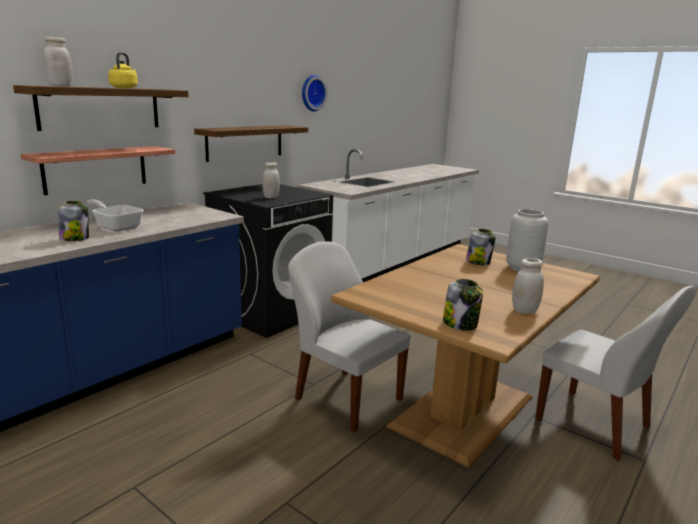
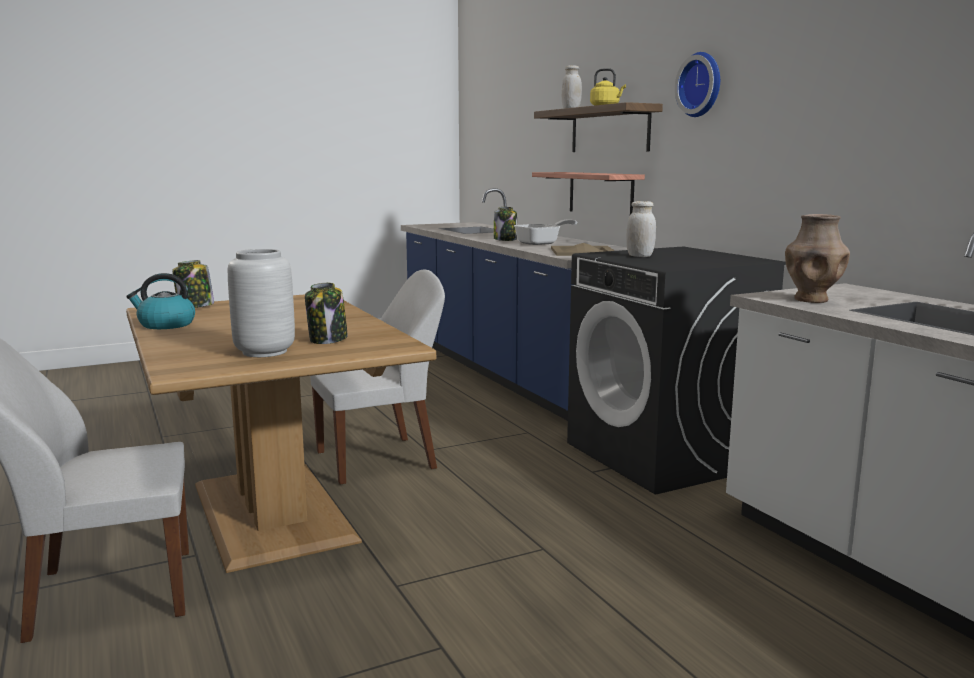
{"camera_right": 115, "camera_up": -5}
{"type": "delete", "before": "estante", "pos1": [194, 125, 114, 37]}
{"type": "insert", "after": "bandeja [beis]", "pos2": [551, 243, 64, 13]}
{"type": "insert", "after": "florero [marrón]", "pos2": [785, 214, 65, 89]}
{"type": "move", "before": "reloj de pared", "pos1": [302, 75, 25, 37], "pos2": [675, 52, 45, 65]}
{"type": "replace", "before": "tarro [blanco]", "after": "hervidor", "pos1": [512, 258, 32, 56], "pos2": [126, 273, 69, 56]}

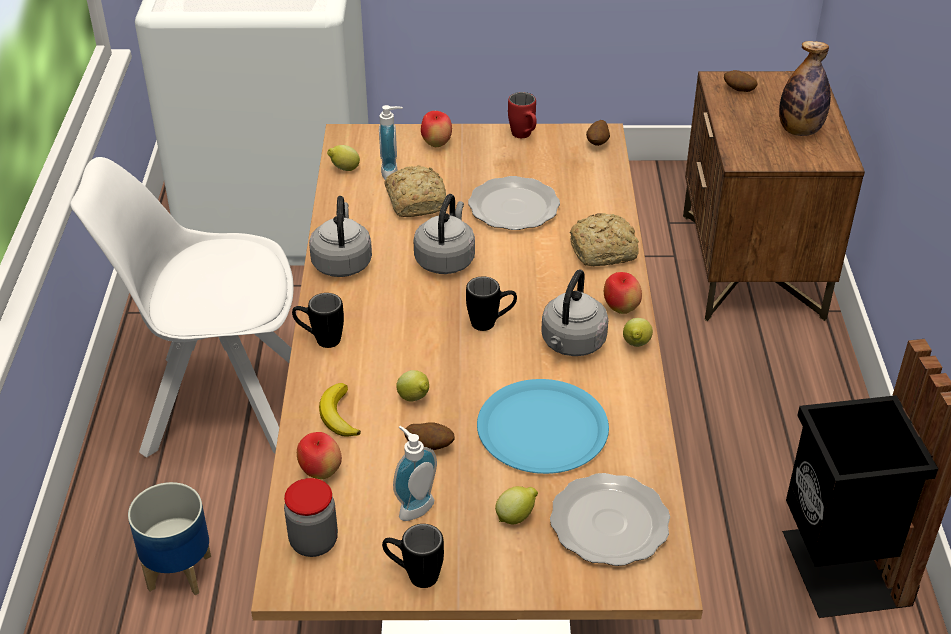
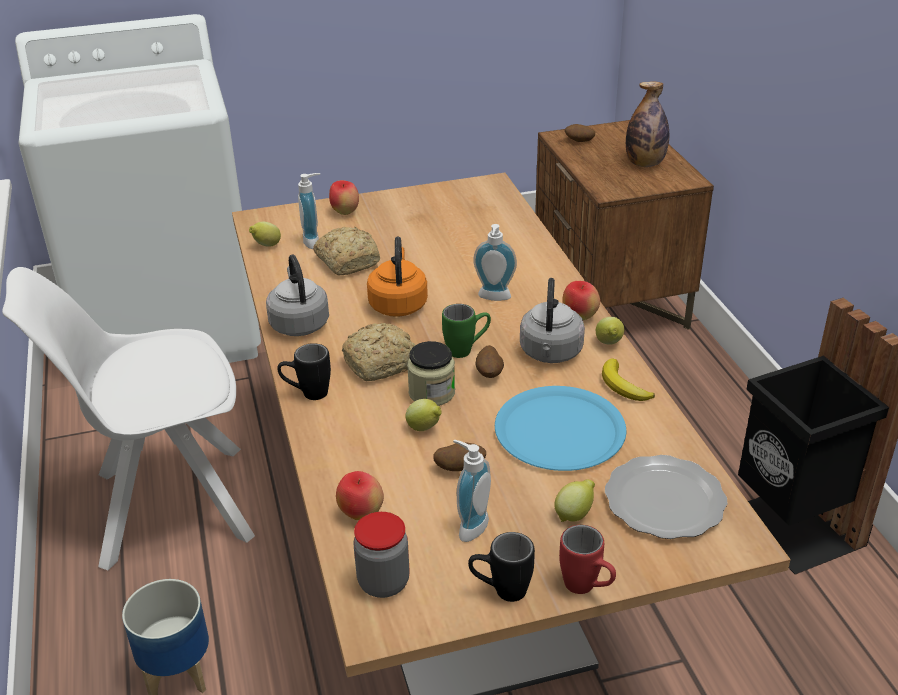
{"camera_right": -15, "camera_up": -5}
{"type": "delete", "before": "plato", "pos1": [468, 176, 92, 54]}
{"type": "insert", "after": "tarro", "pos2": [407, 341, 48, 65]}
{"type": "insert", "after": "dispensador de jabón", "pos2": [473, 224, 44, 77]}
{"type": "move", "before": "plátano", "pos1": [319, 383, 42, 54], "pos2": [602, 358, 53, 43]}
{"type": "move", "before": "taza grande [rojo]", "pos1": [508, 92, 29, 46], "pos2": [559, 525, 57, 69]}
{"type": "move", "before": "pan", "pos1": [570, 213, 69, 53], "pos2": [342, 323, 73, 58]}
{"type": "move", "before": "patata", "pos1": [586, 120, 24, 26], "pos2": [475, 345, 29, 33]}
{"type": "recolor", "before": "hervidor [gris]", "after": "hervidor [naranja]", "pos1": [413, 194, 62, 80], "pos2": [367, 237, 61, 80]}
{"type": "recolor", "before": "taza grande [negro]", "after": "taza grande [verde]", "pos1": [466, 276, 51, 55], "pos2": [442, 304, 49, 54]}

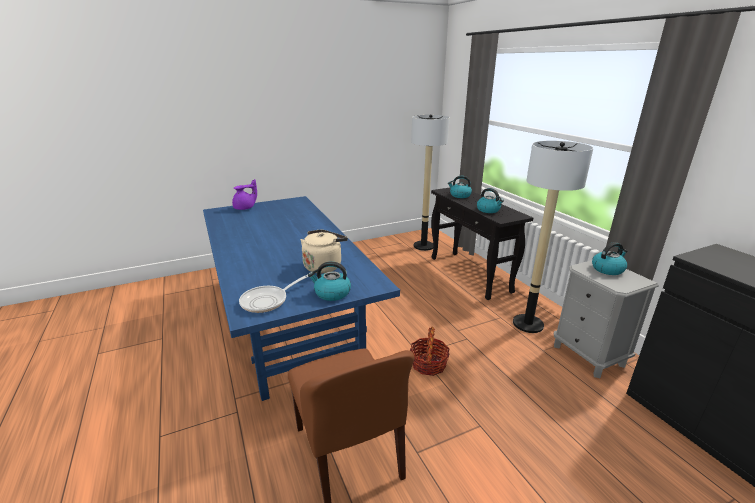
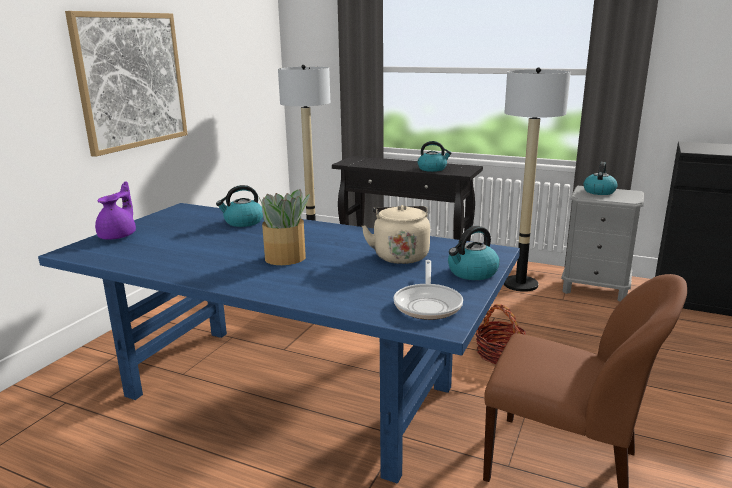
{"camera_right": -40, "camera_up": -5}
{"type": "insert", "after": "cuadro", "pos2": [65, 11, 123, 146]}
{"type": "insert", "after": "planta en maceta", "pos2": [259, 189, 51, 76]}
{"type": "move", "before": "hervidor", "pos1": [448, 176, 24, 22], "pos2": [216, 185, 47, 42]}

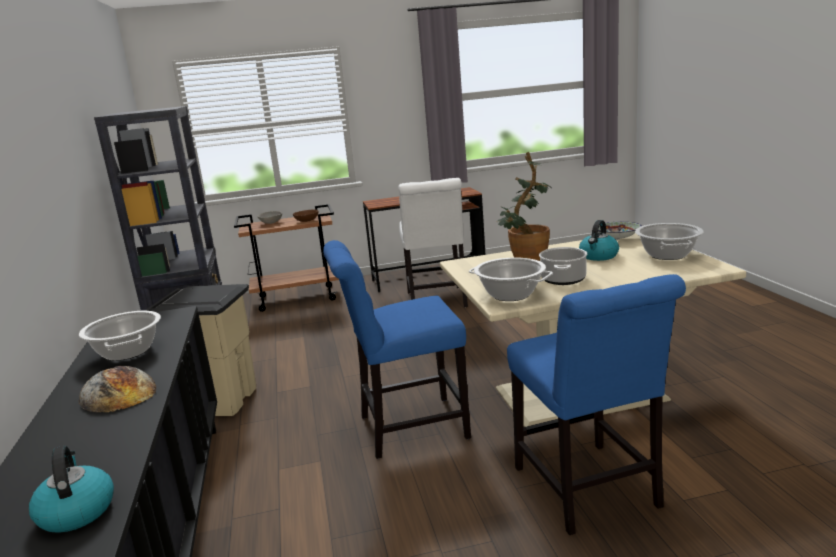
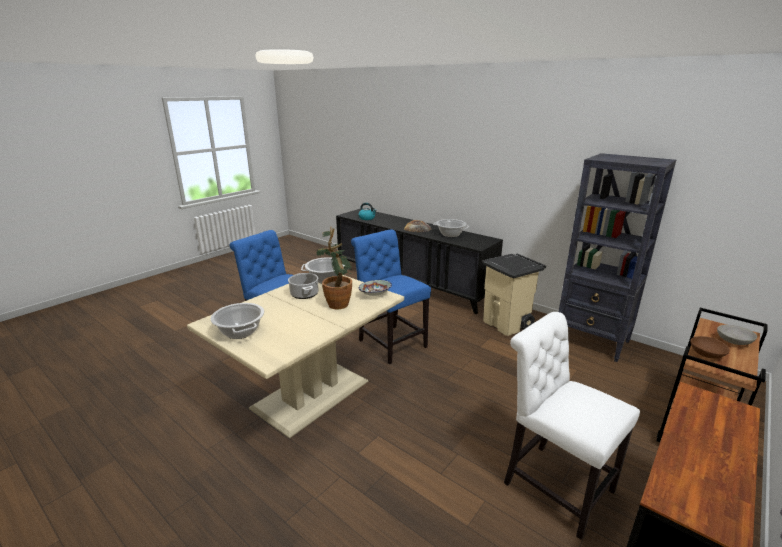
{"camera_right": 140, "camera_up": 5}
{"type": "delete", "before": "hervidor", "pos1": [579, 220, 40, 41]}
{"type": "move", "before": "cuenco", "pos1": [598, 222, 44, 18], "pos2": [359, 280, 33, 16]}
{"type": "rotate", "before": "silla [azul]", "pos1": [323, 240, 148, 219], "pos2": [351, 229, 80, 135], "turn": -75}

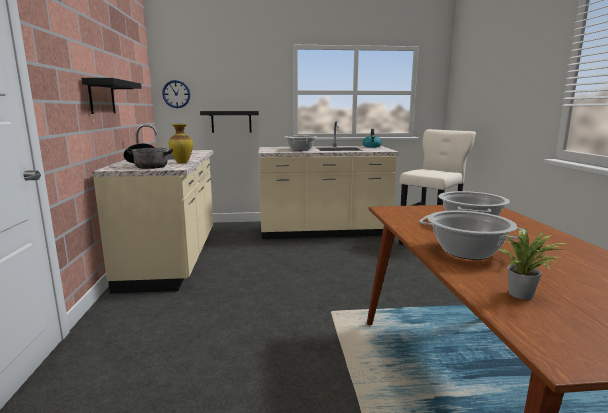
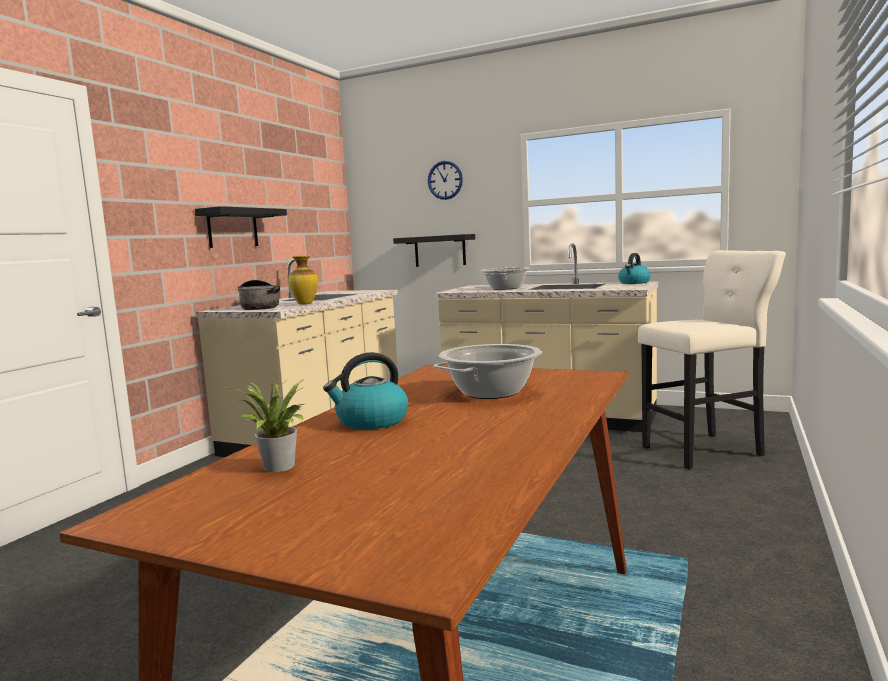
{"camera_right": 30, "camera_up": -5}
{"type": "move", "before": "reloj de pared", "pos1": [162, 80, 28, 28], "pos2": [428, 161, 35, 39]}
{"type": "replace", "before": "olla", "after": "hervidor", "pos1": [419, 211, 107, 49], "pos2": [323, 352, 85, 77]}

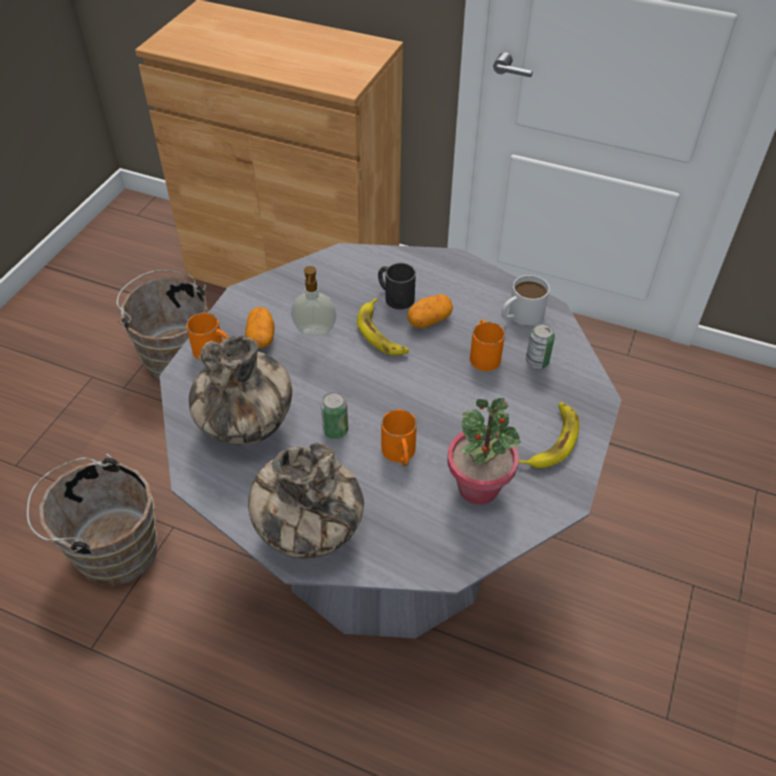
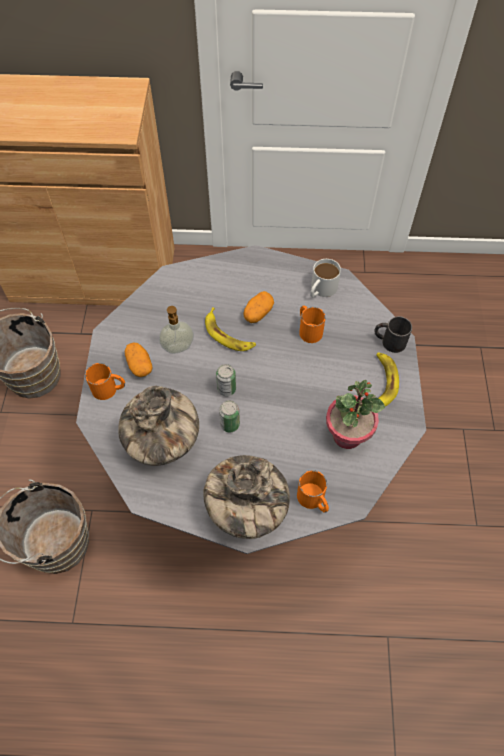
{"camera_right": -20, "camera_up": 10}
{"type": "move", "before": "taza grande [negro]", "pos1": [378, 263, 38, 47], "pos2": [374, 316, 38, 37]}
{"type": "move", "before": "taza grande [naranja]", "pos1": [381, 409, 36, 58], "pos2": [297, 470, 32, 43]}
{"type": "move", "before": "lata", "pos1": [526, 323, 29, 46], "pos2": [216, 364, 20, 32]}

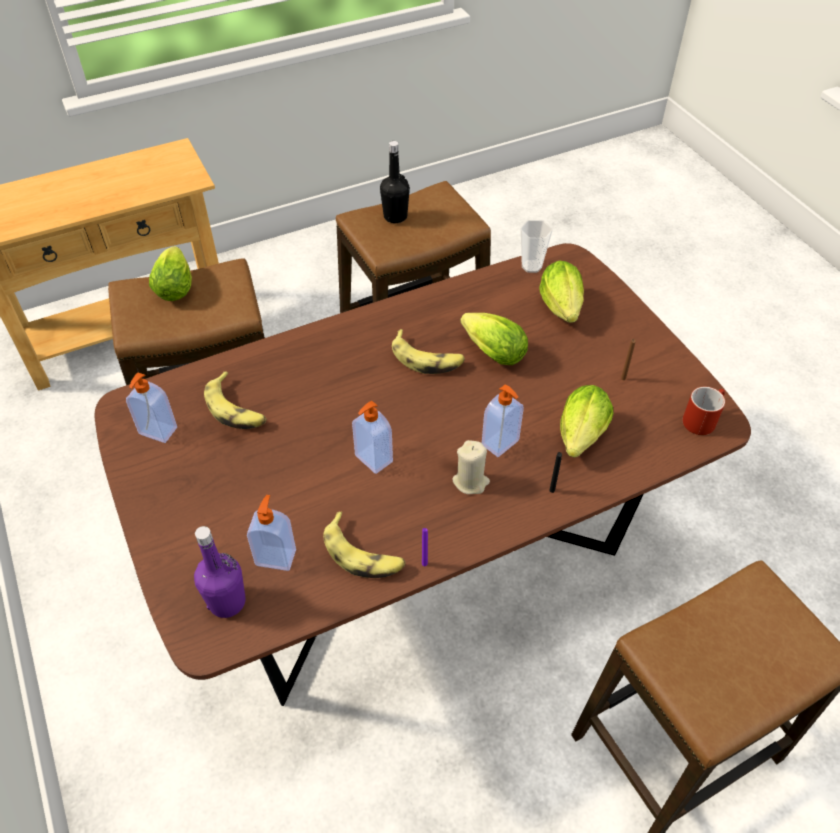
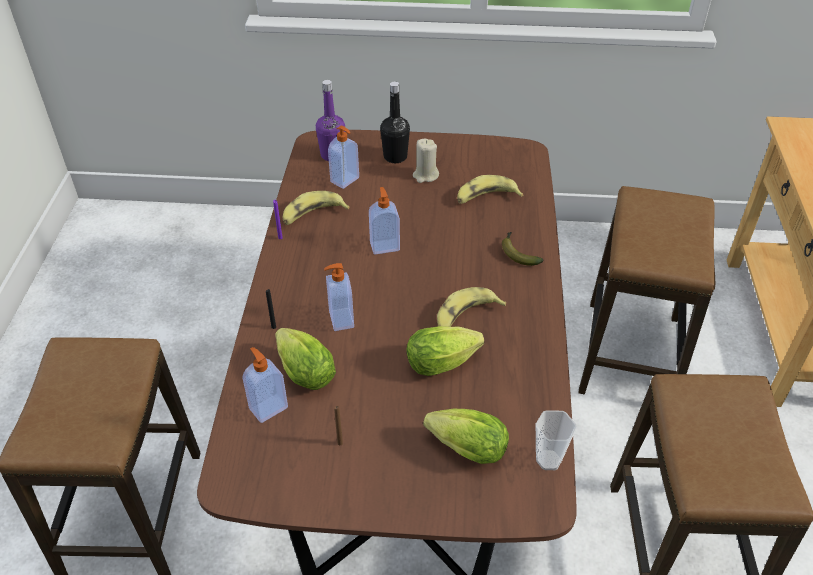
{"camera_right": 120, "camera_up": -5}
{"type": "delete", "before": "lechuga", "pos1": [149, 246, 43, 55]}
{"type": "delete", "before": "taza grande [rojo]", "pos1": [682, 387, 43, 48]}
{"type": "insert", "after": "plátano", "pos2": [502, 232, 41, 34]}
{"type": "move", "before": "dispensador de jabón", "pos1": [126, 373, 51, 70], "pos2": [242, 347, 46, 76]}
{"type": "move", "before": "botella [negro]", "pos1": [380, 141, 30, 82], "pos2": [380, 82, 30, 81]}
{"type": "move", "before": "vela [beis]", "pos1": [452, 440, 38, 54], "pos2": [413, 139, 26, 44]}

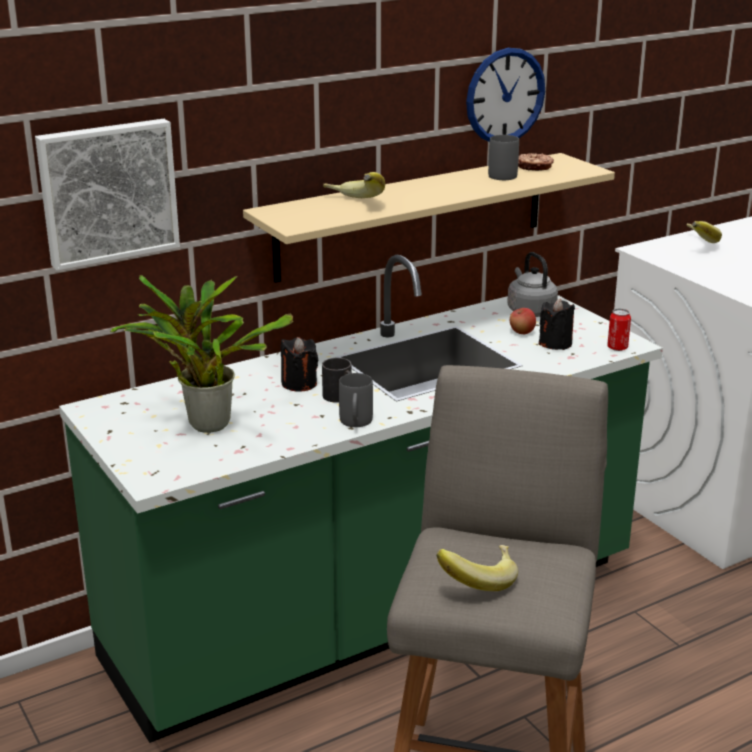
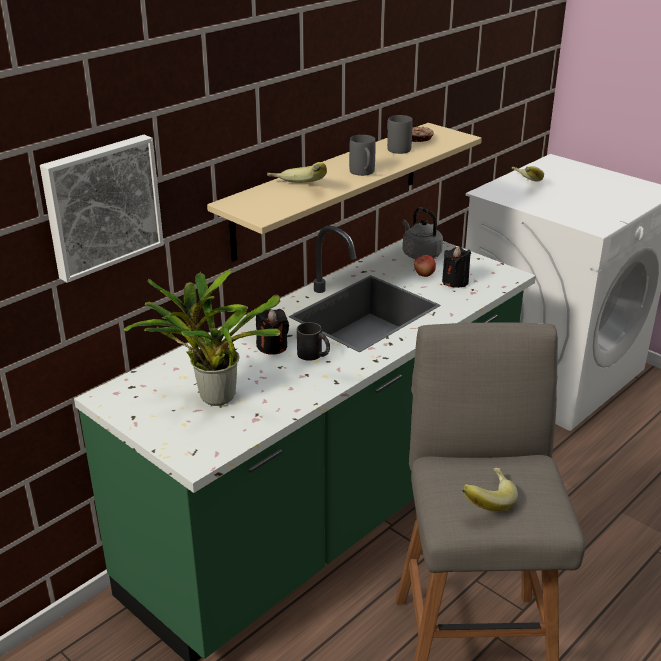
{"camera_right": -15, "camera_up": 5}
{"type": "delete", "before": "reloj de pared", "pos1": [466, 48, 79, 94]}
{"type": "delete", "before": "lata", "pos1": [607, 309, 24, 42]}
{"type": "move", "before": "taza grande [gris]", "pos1": [339, 373, 34, 54], "pos2": [349, 135, 27, 41]}

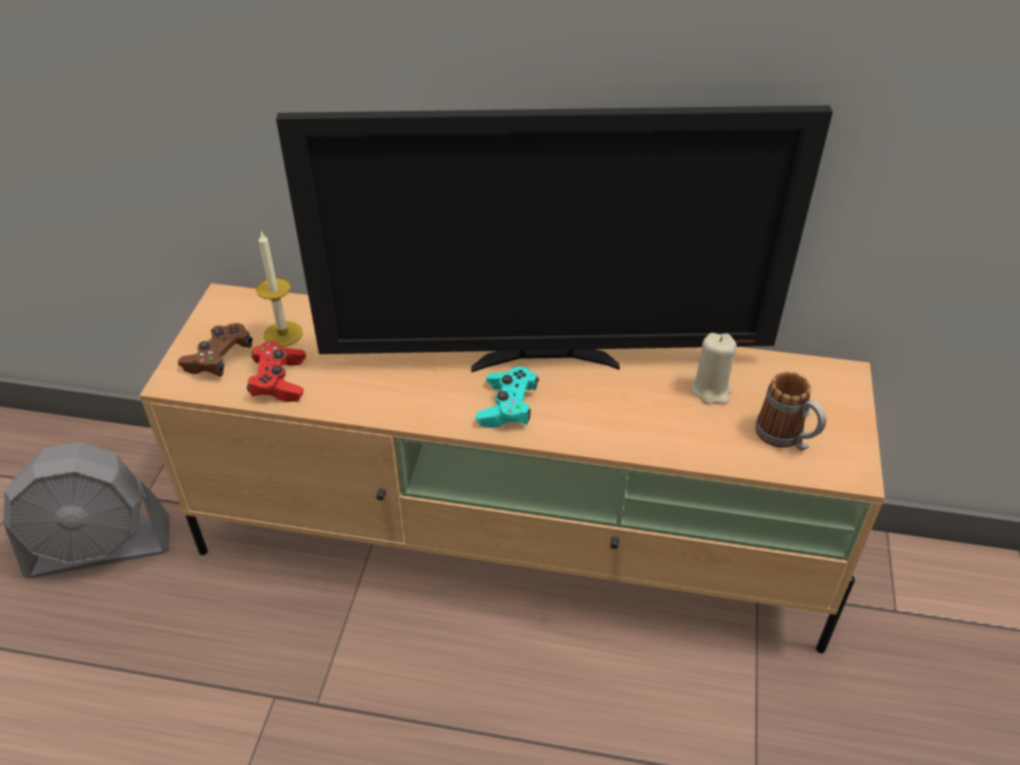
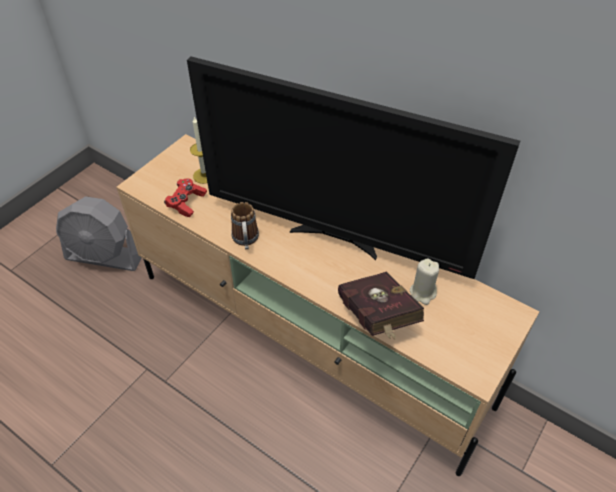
{"camera_right": 25, "camera_up": 5}
{"type": "delete", "before": "mando de consola [marrón]", "pos1": [178, 323, 75, 54]}
{"type": "delete", "before": "mando de consola [turquesa]", "pos1": [476, 367, 63, 61]}
{"type": "insert", "after": "libro [rojo]", "pos2": [338, 272, 86, 68]}
{"type": "move", "before": "taza grande", "pos1": [755, 371, 71, 80], "pos2": [231, 202, 28, 47]}

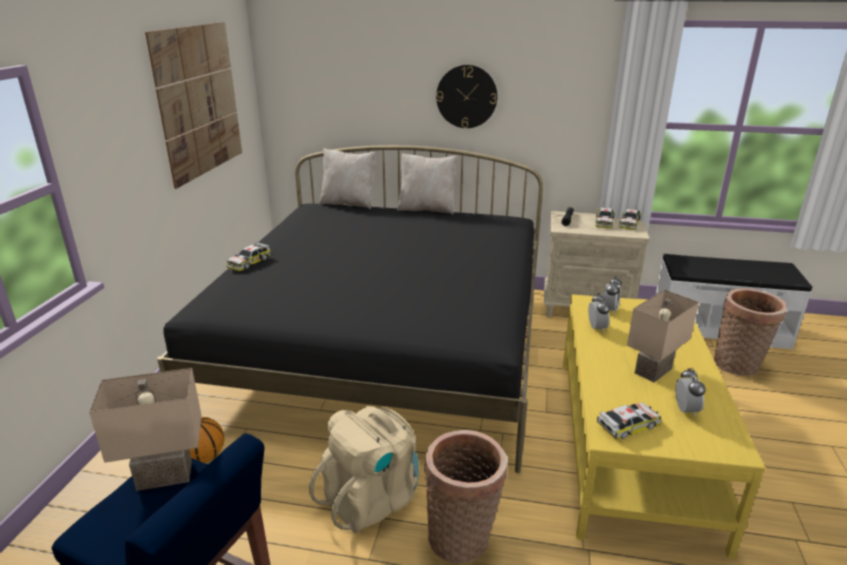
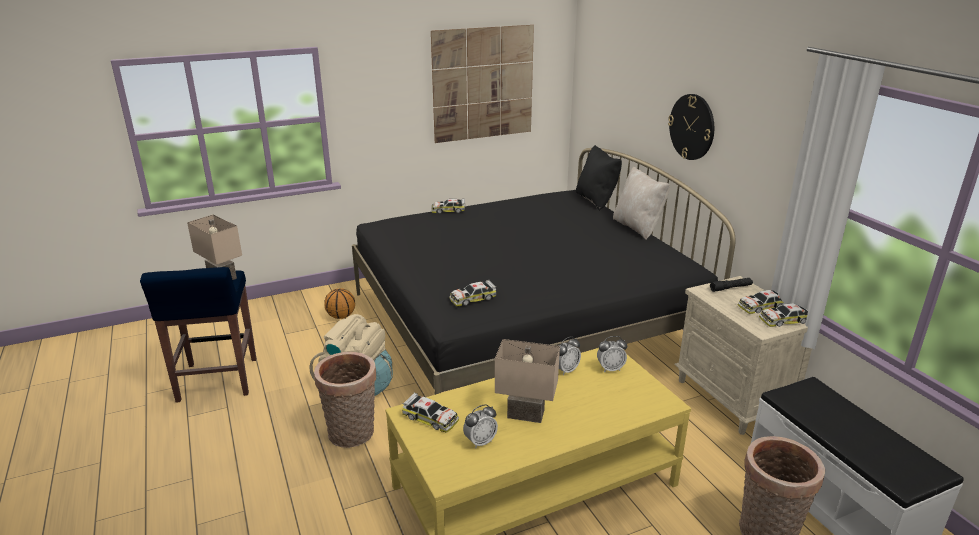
{"camera_right": 55, "camera_up": 0}
{"type": "insert", "after": "coche de juguete", "pos2": [449, 279, 48, 28]}
{"type": "recolor", "before": "cojín [beis]", "after": "cojín [negro]", "pos1": [319, 148, 57, 61], "pos2": [576, 145, 46, 65]}

